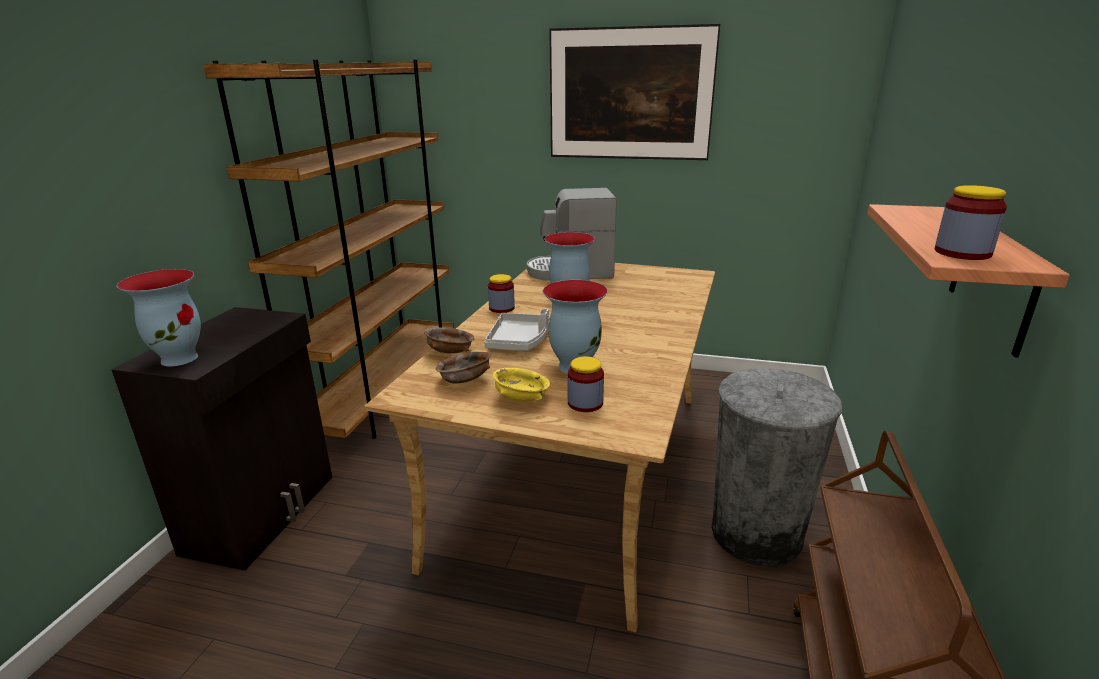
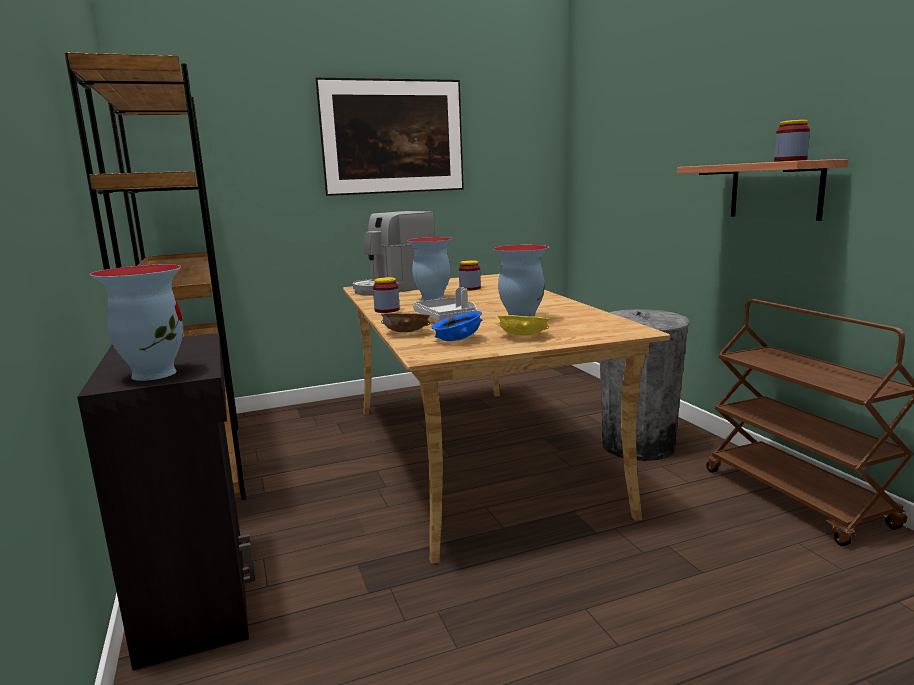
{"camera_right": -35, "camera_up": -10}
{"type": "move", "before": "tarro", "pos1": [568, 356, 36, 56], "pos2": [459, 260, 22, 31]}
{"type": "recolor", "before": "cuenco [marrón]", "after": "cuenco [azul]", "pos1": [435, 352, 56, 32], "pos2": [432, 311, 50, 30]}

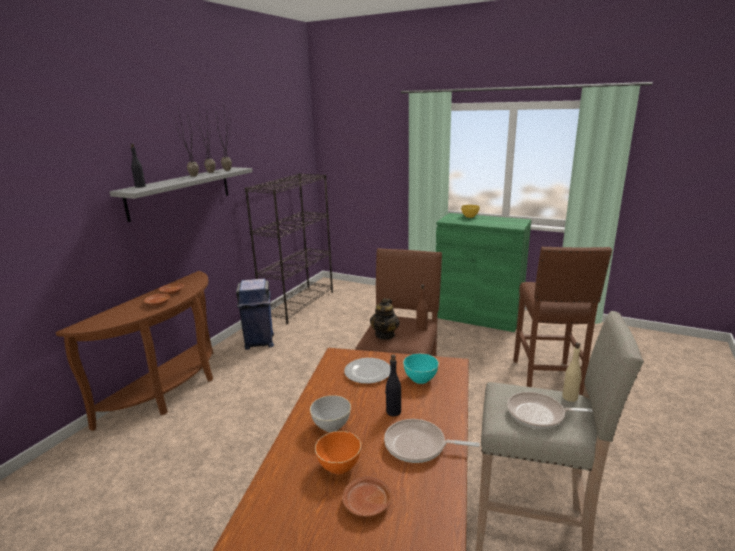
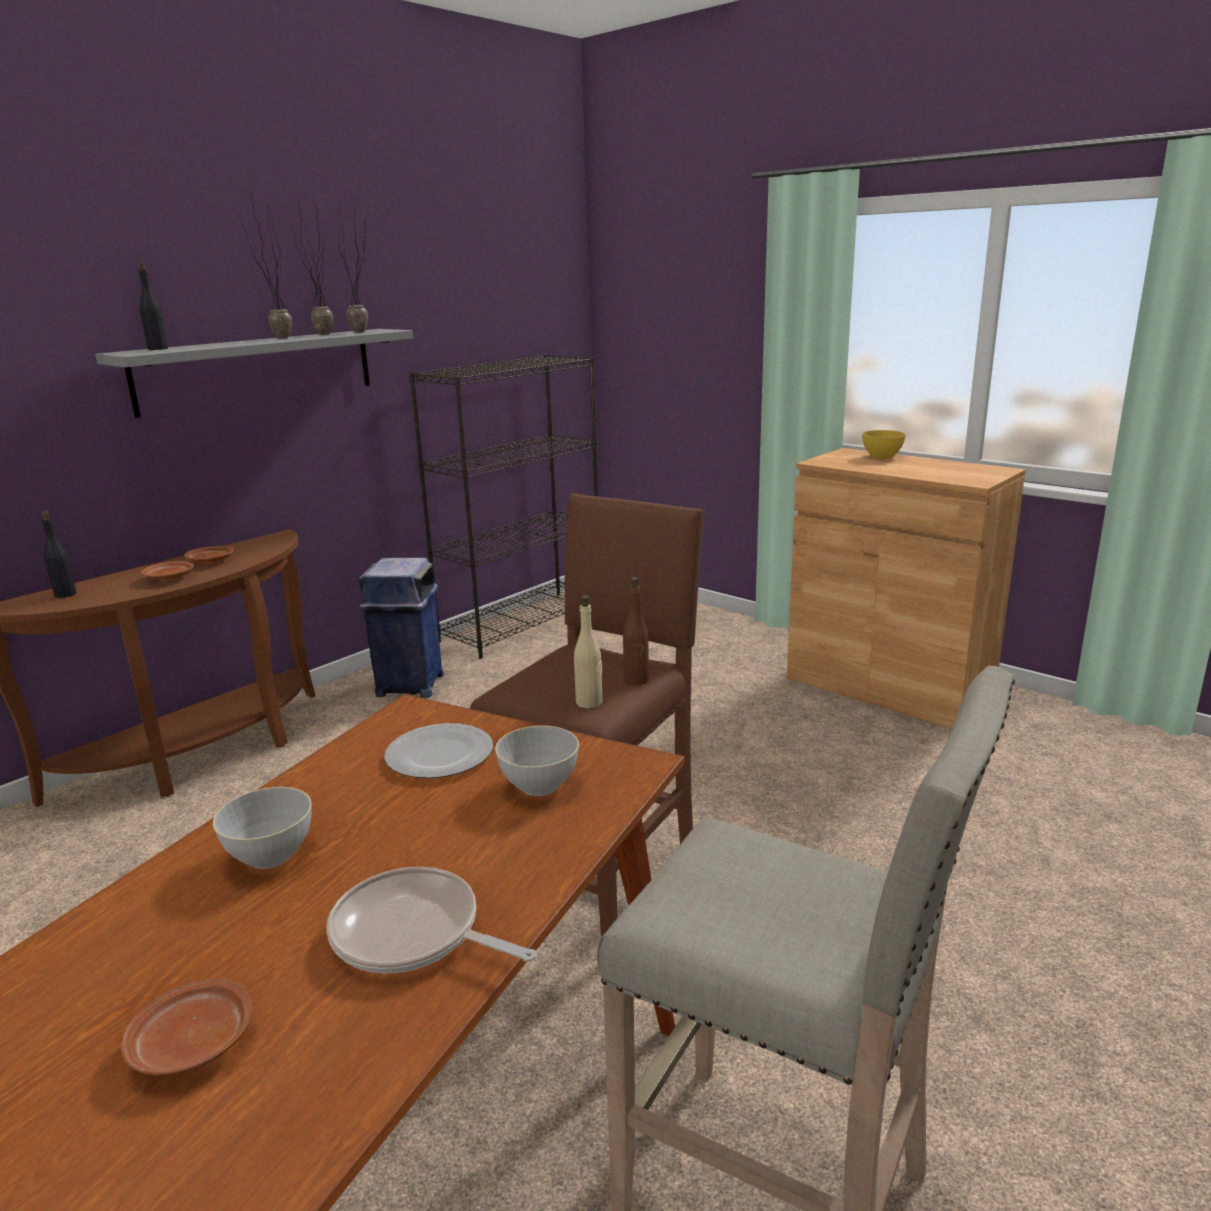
{"camera_right": 15, "camera_up": 0}
{"type": "delete", "before": "cuenco [naranja]", "pos1": [315, 431, 46, 43]}
{"type": "delete", "before": "tetera", "pos1": [370, 298, 30, 42]}
{"type": "delete", "before": "sartén", "pos1": [507, 392, 86, 37]}
{"type": "delete", "before": "taburete [marrón]", "pos1": [513, 247, 99, 149]}
{"type": "move", "before": "botella [negro]", "pos1": [385, 354, 16, 62], "pos2": [41, 511, 36, 87]}
{"type": "move", "before": "botella [beis]", "pos1": [562, 342, 20, 60], "pos2": [574, 595, 29, 113]}
{"type": "recolor", "before": "cuenco [turquesa]", "after": "cuenco [gris]", "pos1": [403, 354, 36, 30], "pos2": [495, 726, 84, 70]}
{"type": "recolor", "before": "armario [verde]", "after": "armario [marrón]", "pos1": [436, 213, 95, 119], "pos2": [787, 448, 239, 281]}

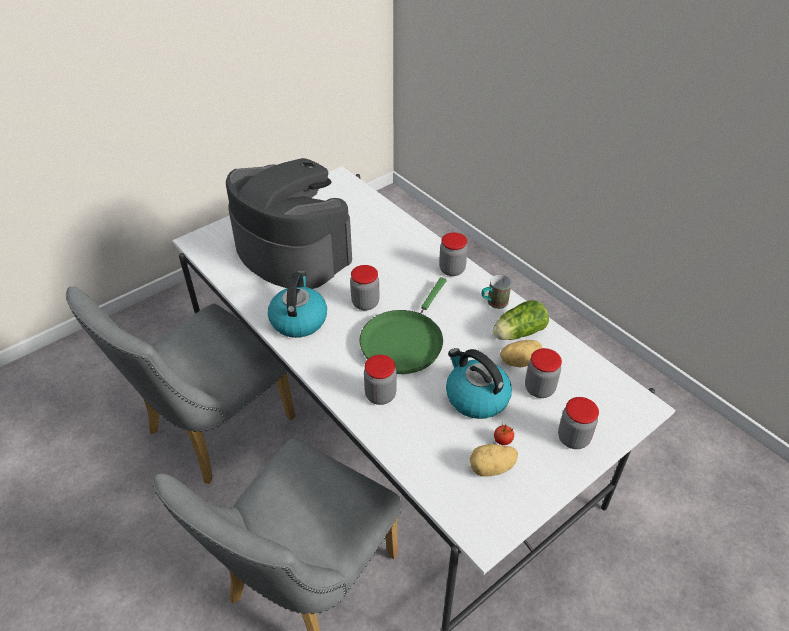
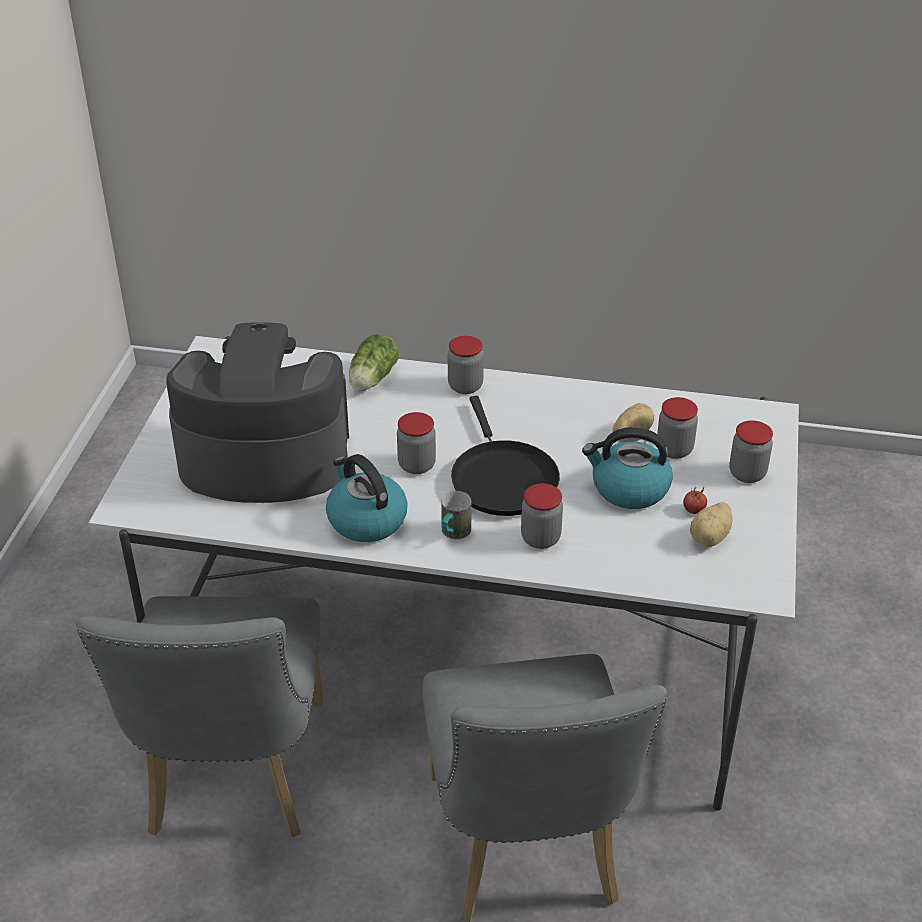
{"camera_right": -40, "camera_up": -5}
{"type": "move", "before": "taza grande", "pos1": [481, 275, 30, 34], "pos2": [441, 491, 30, 48]}
{"type": "move", "before": "lechuga", "pos1": [492, 300, 57, 40], "pos2": [349, 334, 50, 57]}
{"type": "recolor", "before": "sartén [verde]", "after": "sartén [negro]", "pos1": [360, 277, 86, 97], "pos2": [451, 396, 109, 120]}

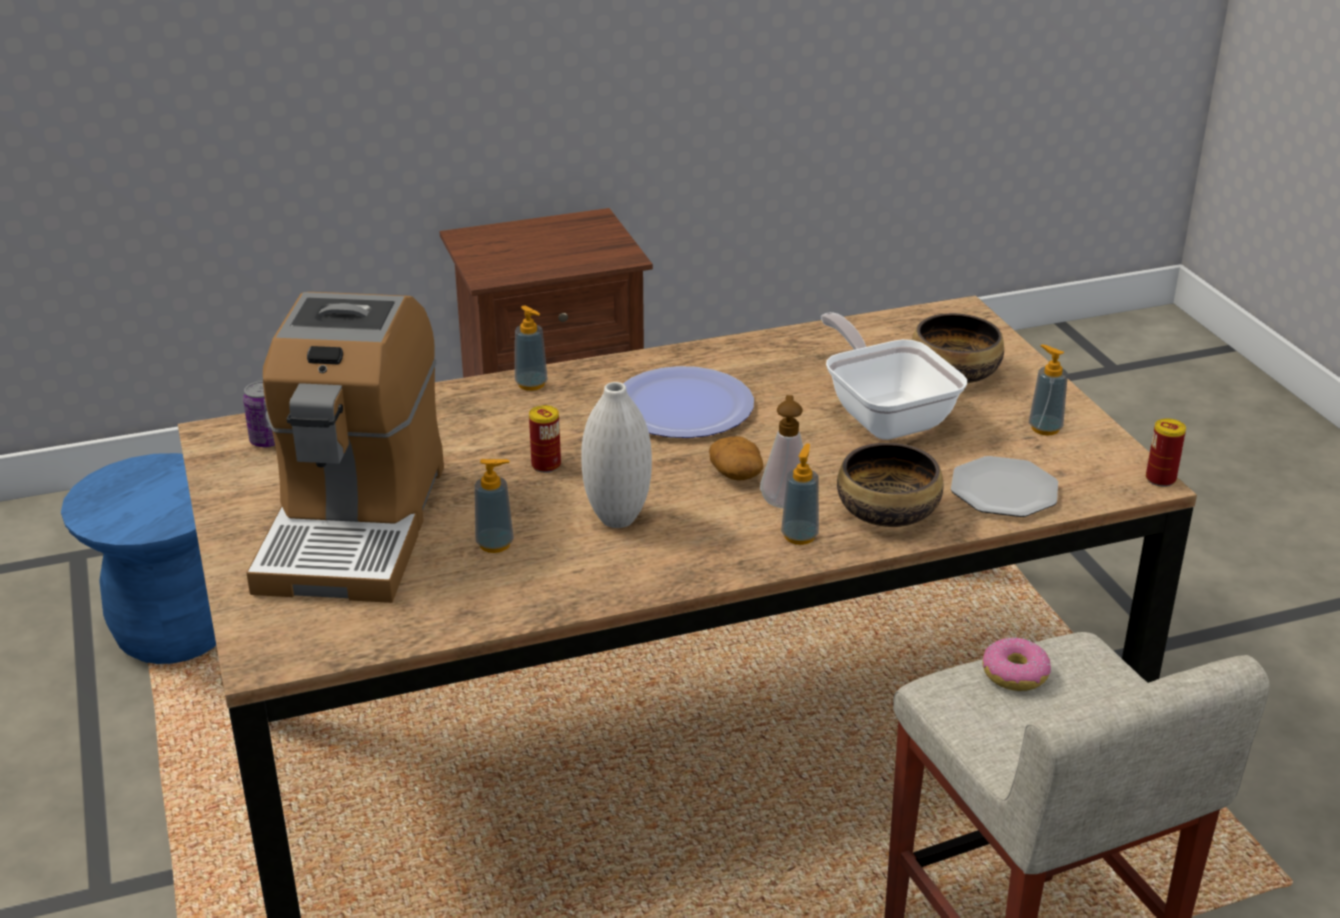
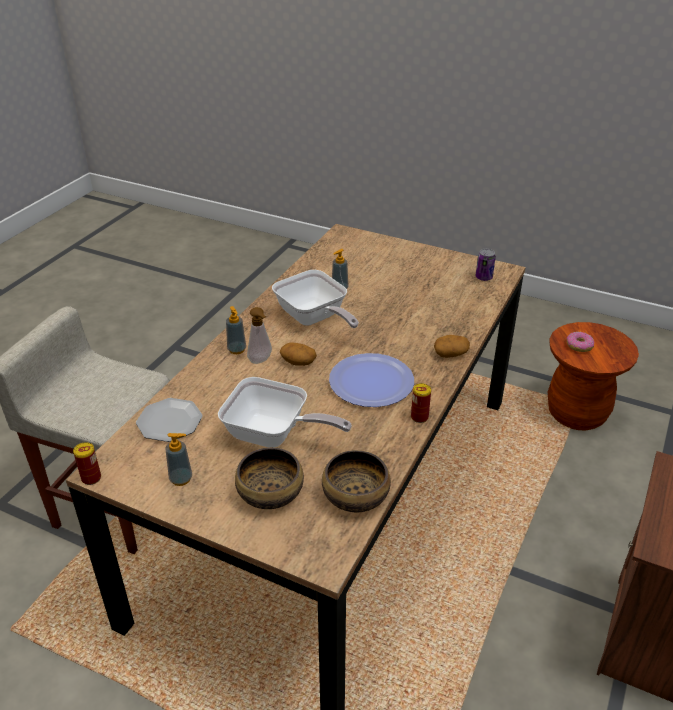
{"camera_right": 135, "camera_up": 5}
{"type": "delete", "before": "cafetera", "pos1": [246, 292, 198, 311]}
{"type": "move", "before": "lata", "pos1": [529, 405, 32, 68], "pos2": [411, 383, 20, 40]}
{"type": "move", "before": "cuenco", "pos1": [837, 443, 107, 84], "pos2": [322, 450, 69, 62]}
{"type": "move", "before": "rosquilla", "pos1": [982, 637, 69, 54], "pos2": [566, 332, 29, 20]}
{"type": "replace", "before": "dispensador de jabón", "after": "patata", "pos1": [515, 305, 33, 86], "pos2": [434, 335, 36, 23]}
{"type": "replace", "before": "florero [blanco]", "after": "sartén", "pos1": [581, 382, 71, 146], "pos2": [272, 270, 87, 58]}
{"type": "recolor", "before": "taburete [azul]", "after": "taburete [marrón]", "pos1": [61, 453, 155, 211], "pos2": [548, 322, 91, 108]}

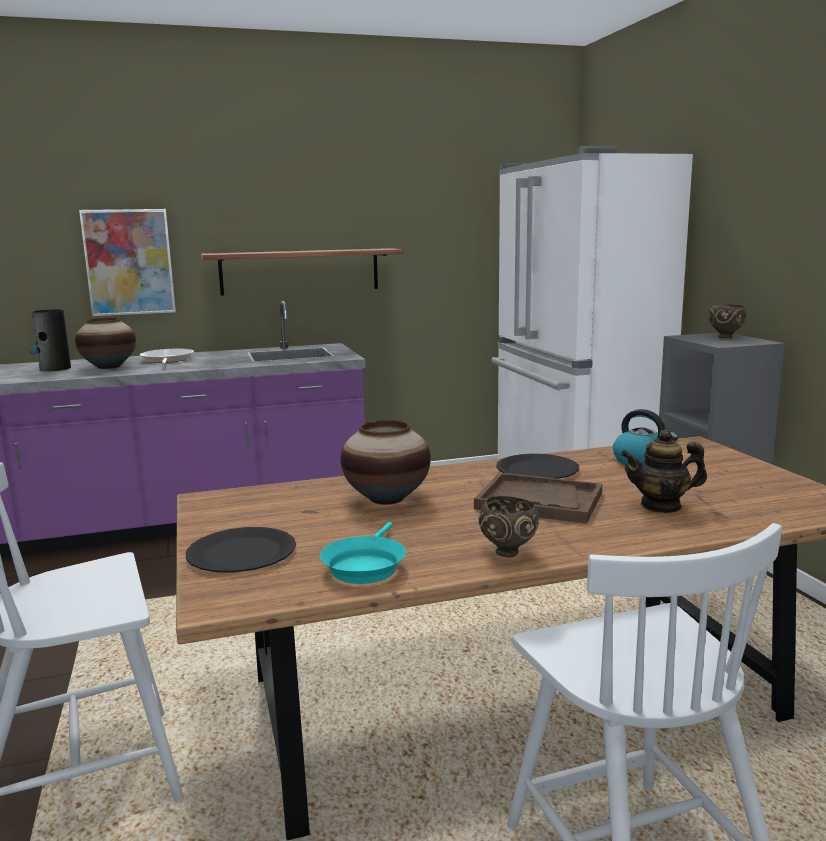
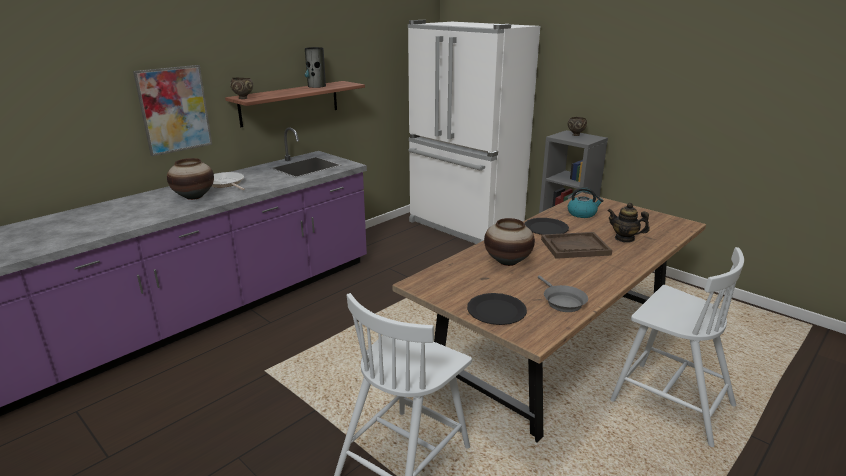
{"camera_right": -30, "camera_up": 10}
{"type": "move", "before": "florero", "pos1": [30, 309, 41, 62], "pos2": [305, 47, 21, 41]}
{"type": "move", "before": "cuenco [marrón]", "pos1": [478, 496, 61, 62], "pos2": [230, 78, 23, 21]}
{"type": "recolor", "before": "sartén [turquesa]", "after": "sartén [gris]", "pos1": [320, 522, 86, 62], "pos2": [538, 276, 50, 36]}
{"type": "rotate", "before": "tetera", "pos1": [621, 429, 86, 84], "pos2": [607, 203, 43, 40], "turn": 60}

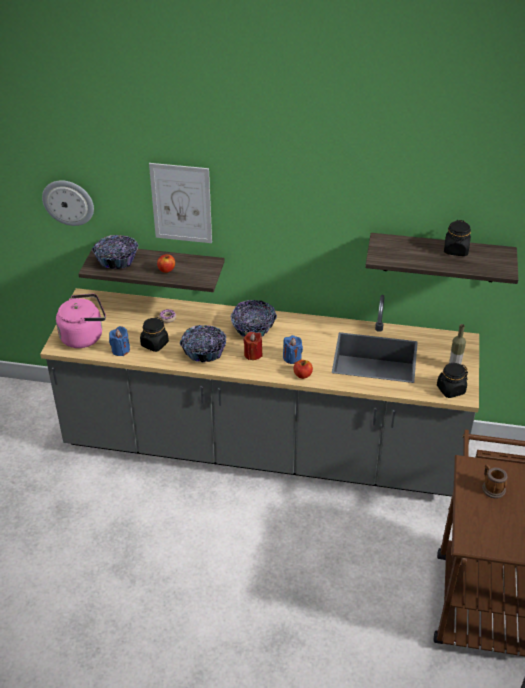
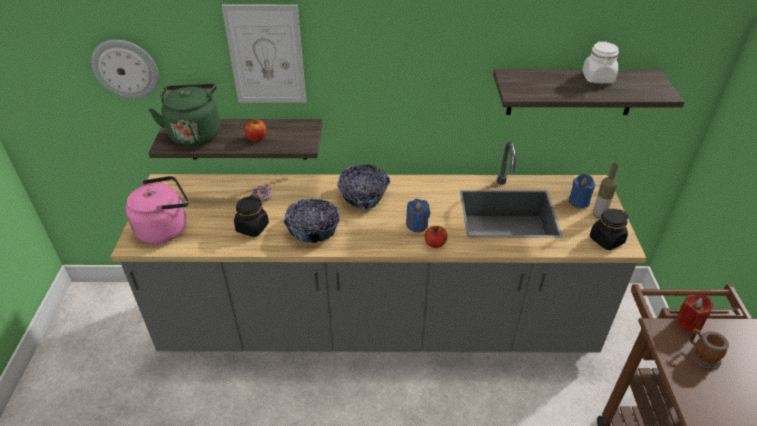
{"camera_right": -10, "camera_up": 0}
{"type": "move", "before": "vela [azul]", "pos1": [109, 326, 21, 30], "pos2": [569, 174, 26, 34]}
{"type": "move", "before": "vela [rojo]", "pos1": [243, 332, 19, 28], "pos2": [676, 295, 37, 38]}
{"type": "replace", "before": "cuenco", "after": "hervidor [verde]", "pos1": [92, 235, 47, 34], "pos2": [149, 84, 71, 62]}
{"type": "recolor", "before": "tarro [negro]", "after": "tarro [blanco]", "pos1": [444, 220, 27, 36], "pos2": [582, 41, 37, 42]}

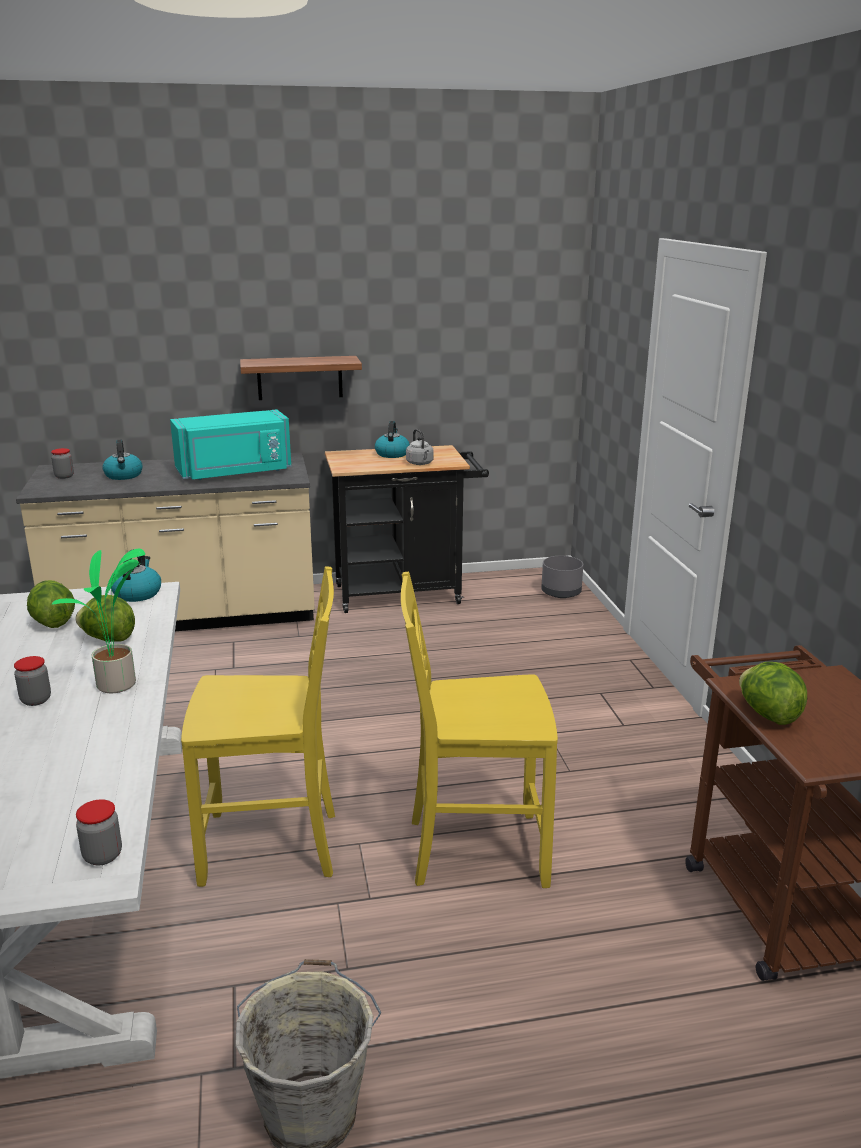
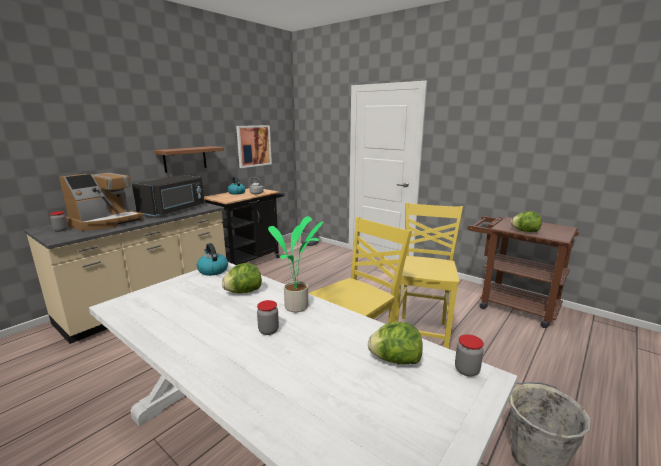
{"camera_right": -40, "camera_up": -5}
{"type": "insert", "after": "cuadro", "pos2": [236, 125, 36, 43]}
{"type": "move", "before": "lechuga", "pos1": [27, 580, 48, 48], "pos2": [368, 322, 55, 42]}
{"type": "replace", "before": "hervidor", "after": "cafetera", "pos1": [102, 440, 41, 40], "pos2": [59, 173, 84, 58]}
{"type": "recolor", "before": "microondas [turquesa]", "after": "microondas [negro]", "pos1": [170, 409, 122, 71], "pos2": [132, 175, 73, 41]}
{"type": "rotate", "before": "silla [amarillo]", "pos1": [401, 572, 157, 316], "pos2": [395, 203, 68, 146], "turn": 150}

